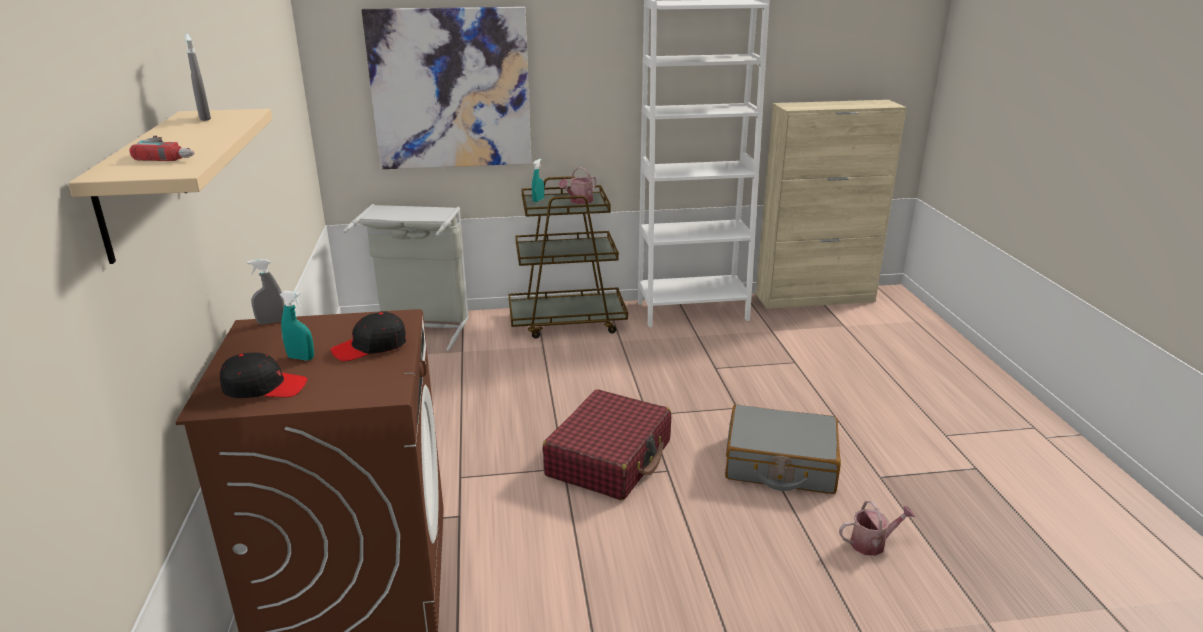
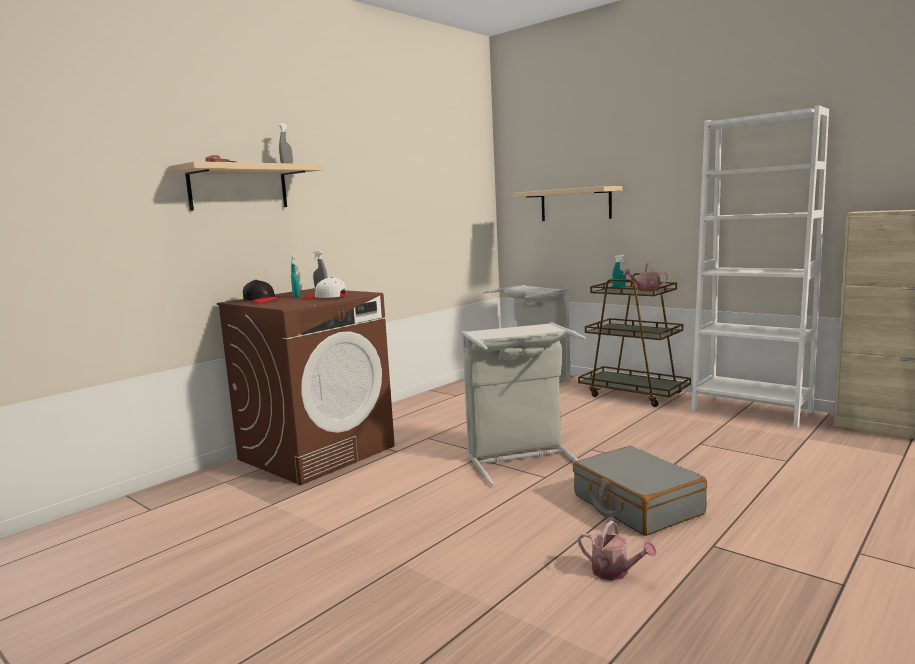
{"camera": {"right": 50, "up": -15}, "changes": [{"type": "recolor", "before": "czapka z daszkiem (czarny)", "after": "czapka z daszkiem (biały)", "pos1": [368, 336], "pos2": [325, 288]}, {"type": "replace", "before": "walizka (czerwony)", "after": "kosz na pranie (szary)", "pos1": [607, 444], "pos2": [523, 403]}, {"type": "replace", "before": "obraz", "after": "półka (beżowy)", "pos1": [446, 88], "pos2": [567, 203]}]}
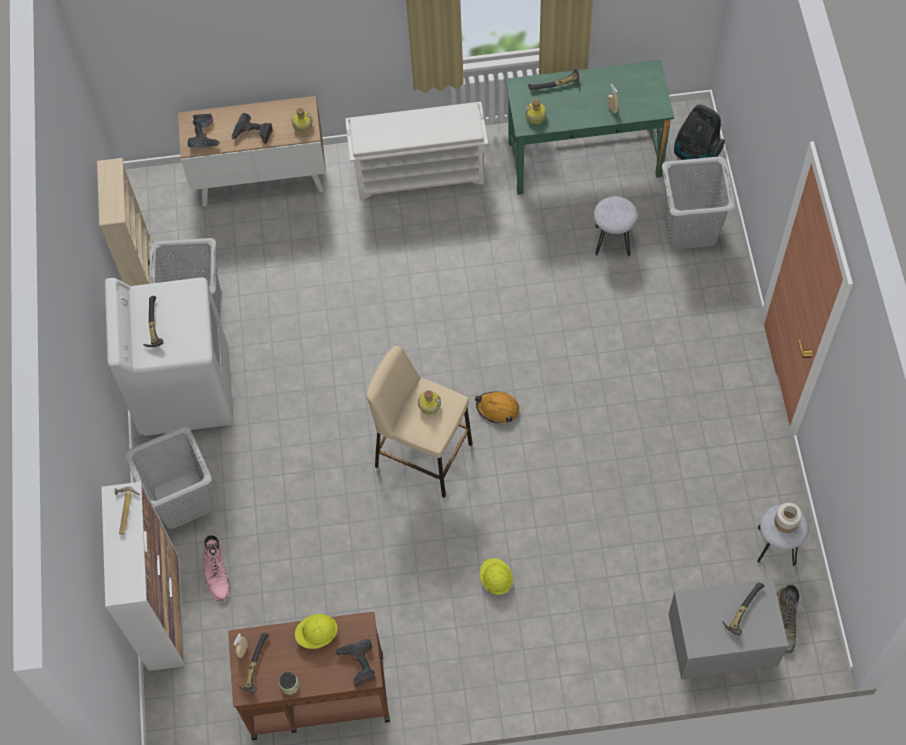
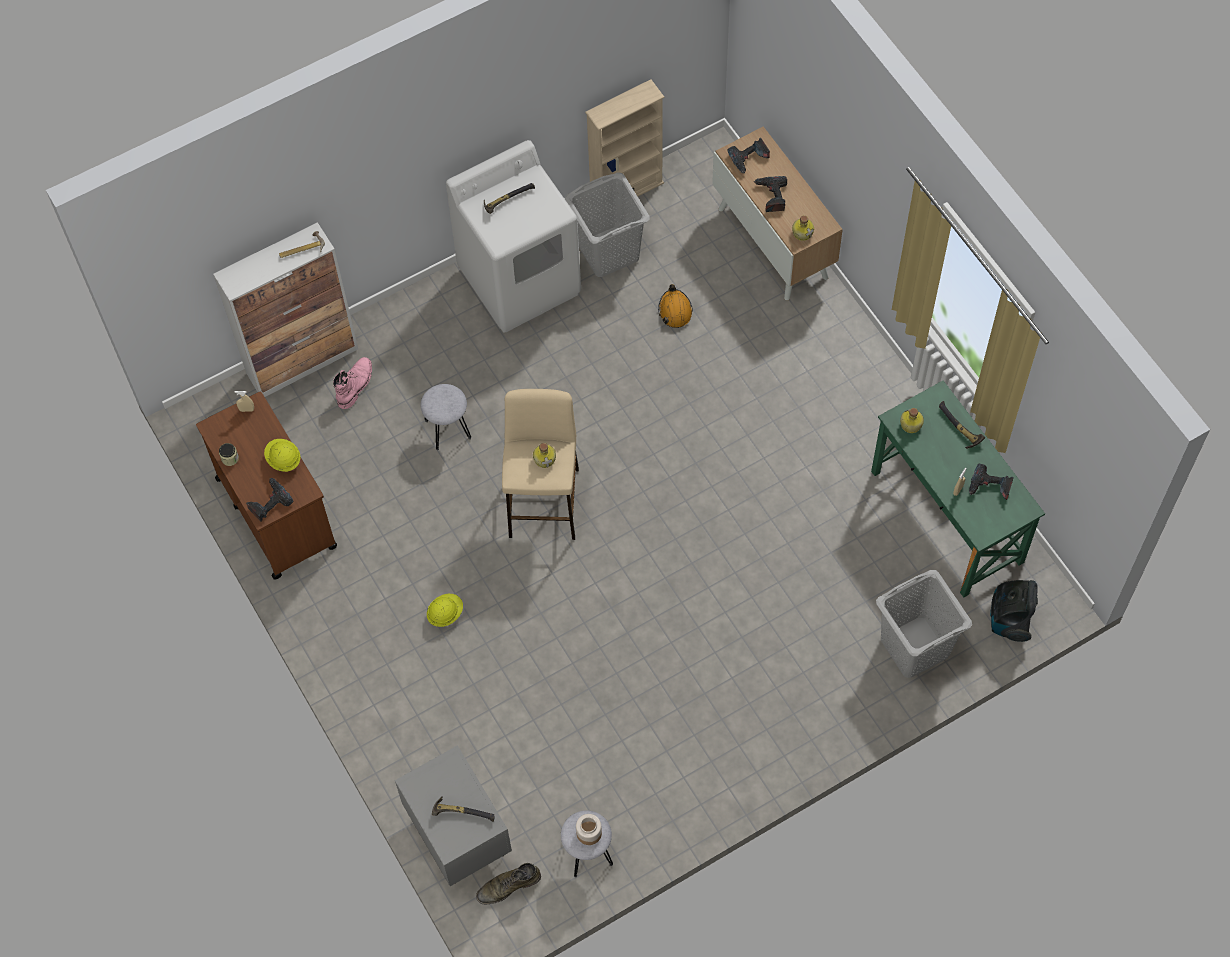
{"camera": {"right": 65, "up": 0}, "changes": [{"type": "rotate", "before": "but z cholewką (różowy)", "pos1": [216, 568], "pos2": [352, 383], "turn": 150}, {"type": "move", "before": "stołek (szary)", "pos1": [616, 226], "pos2": [446, 417]}, {"type": "move", "before": "kask (pomarańczowy)", "pos1": [497, 408], "pos2": [675, 306]}, {"type": "insert", "after": "wiertarka", "pos2": [991, 481]}, {"type": "delete", "before": "kosz na pranie (szary)", "pos1": [169, 477]}, {"type": "delete", "before": "młotek", "pos1": [252, 663]}, {"type": "delete", "before": "regał na buty (biały)", "pos1": [417, 151]}]}
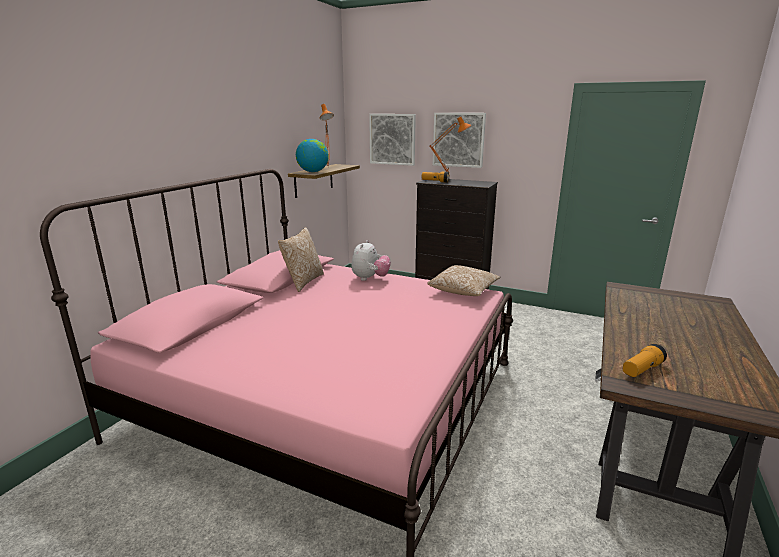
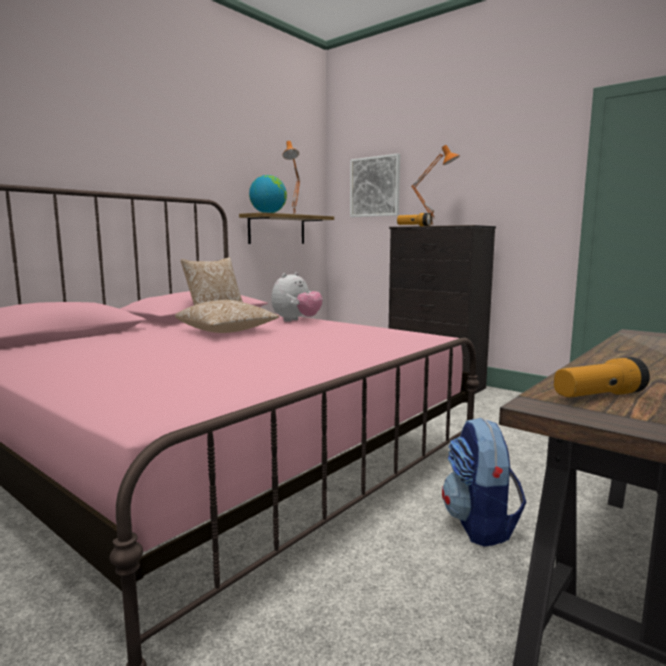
{"camera": {"right": 15, "up": -10}, "changes": [{"type": "move", "before": "poduszka", "pos1": [464, 280], "pos2": [227, 316]}, {"type": "insert", "after": "plecak", "pos2": [484, 482]}, {"type": "delete", "before": "obraz", "pos1": [459, 140]}]}
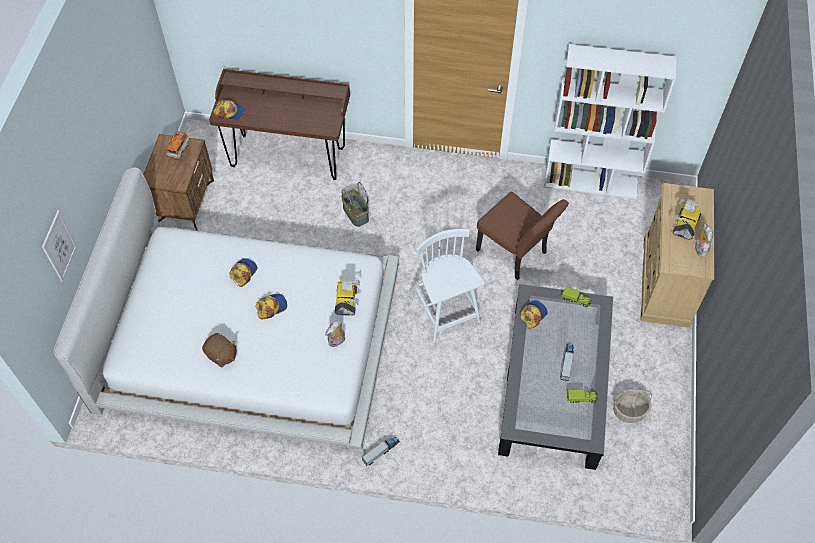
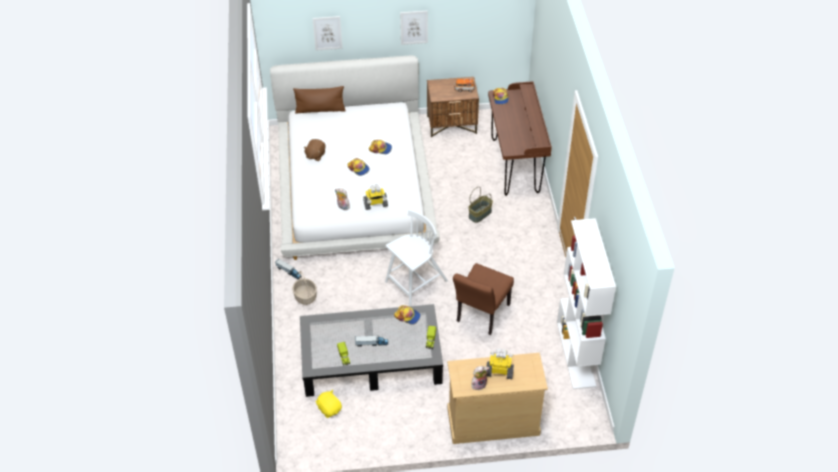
{"camera": {"right": 75, "up": -10}, "changes": [{"type": "move", "before": "koszyk", "pos1": [632, 406], "pos2": [304, 288]}, {"type": "insert", "after": "poduszka (brązowy)", "pos2": [319, 99]}, {"type": "insert", "after": "pluszak (żółty)", "pos2": [328, 404]}, {"type": "insert", "after": "obraz", "pos2": [414, 28]}]}
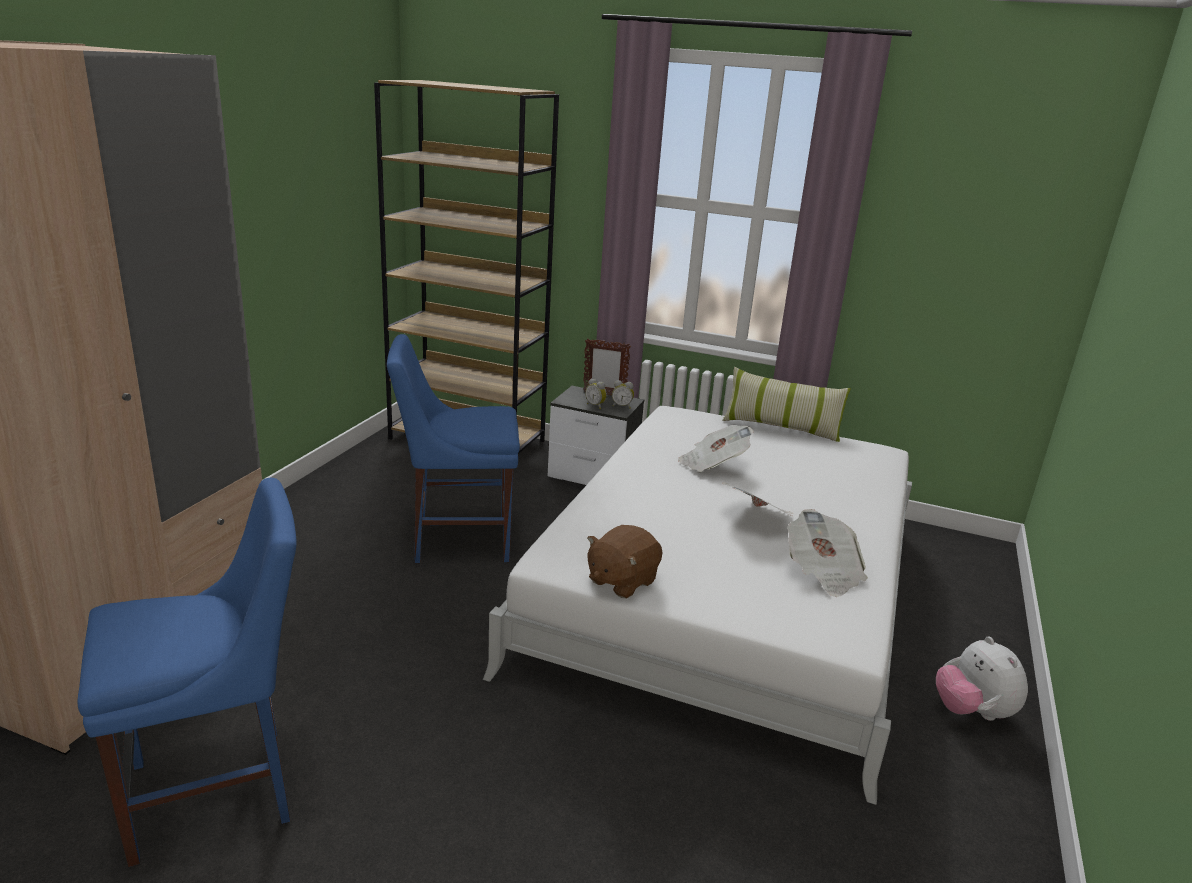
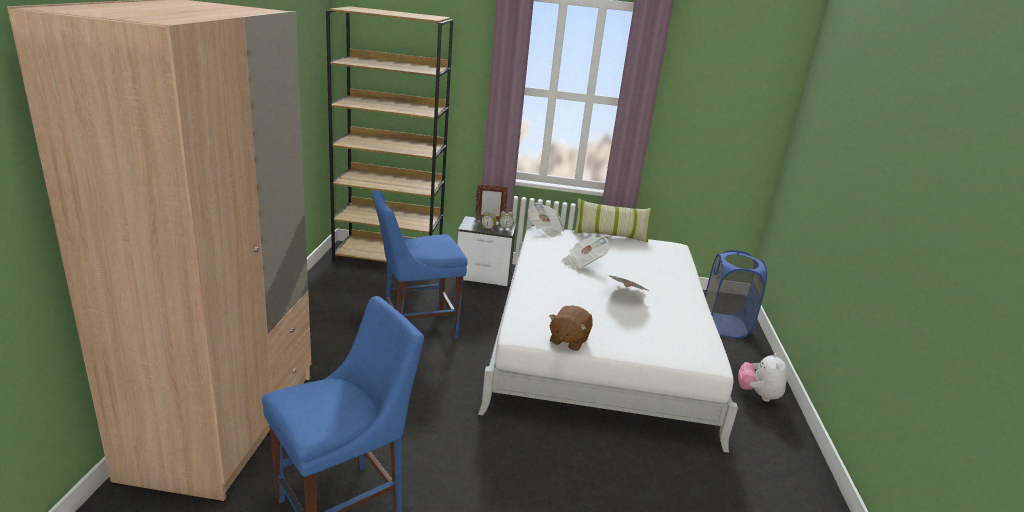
{"camera": {"right": -15, "up": 0}, "changes": [{"type": "move", "before": "gazeta", "pos1": [827, 553], "pos2": [546, 220]}, {"type": "insert", "after": "kosz na pranie (niebieski)", "pos2": [736, 294]}, {"type": "rotate", "before": "pluszak", "pos1": [982, 678], "pos2": [762, 377], "turn": 45}]}
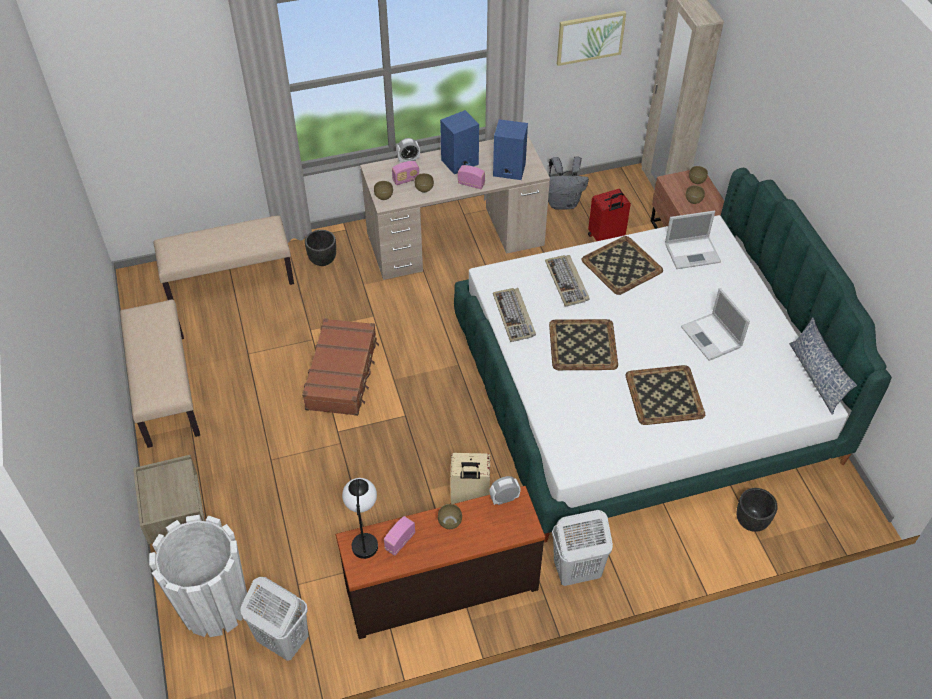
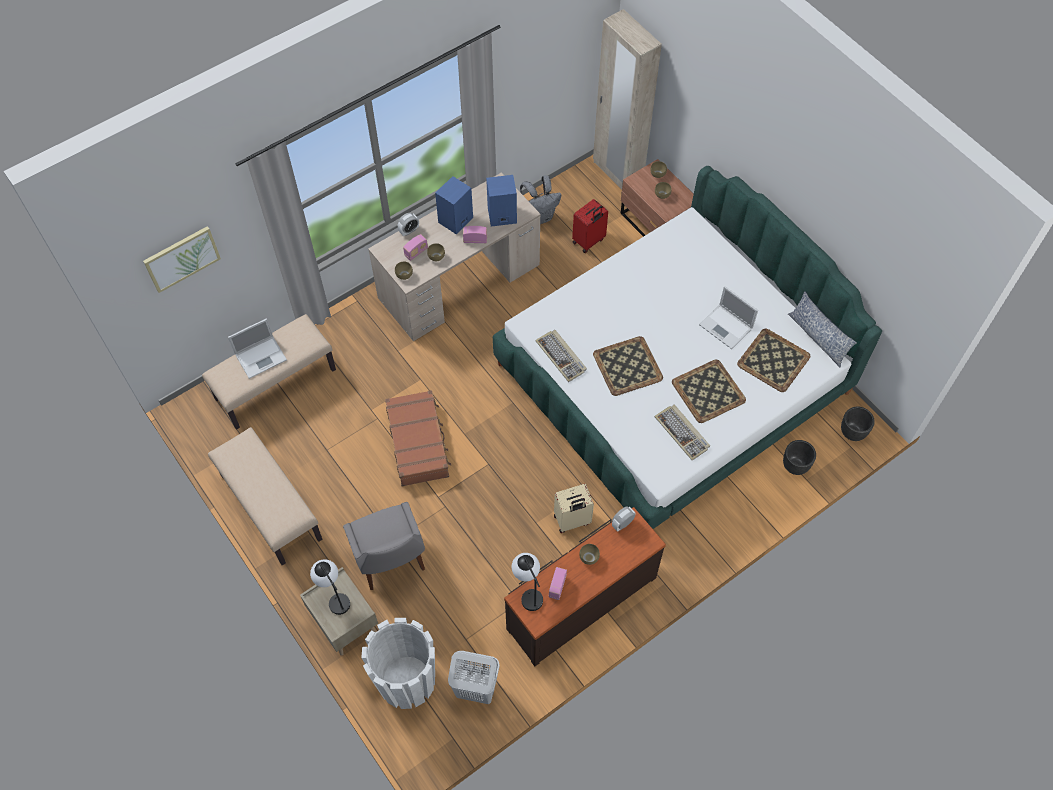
{"camera": {"right": -20, "up": 10}, "changes": [{"type": "move", "before": "obraz", "pos1": [591, 38], "pos2": [182, 259]}, {"type": "move", "before": "laptop", "pos1": [693, 240], "pos2": [257, 348]}, {"type": "insert", "after": "lampa stołowa", "pos2": [330, 587]}, {"type": "insert", "after": "krzesło (szary)", "pos2": [384, 546]}, {"type": "move", "before": "klawiatura", "pos1": [567, 281], "pos2": [682, 432]}, {"type": "move", "before": "taca", "pos1": [622, 265], "pos2": [773, 360]}, {"type": "move", "before": "donica (czarny)", "pos1": [320, 248], "pos2": [858, 424]}, {"type": "delete", "before": "kosz na pranie (biały)", "pos1": [582, 548]}]}
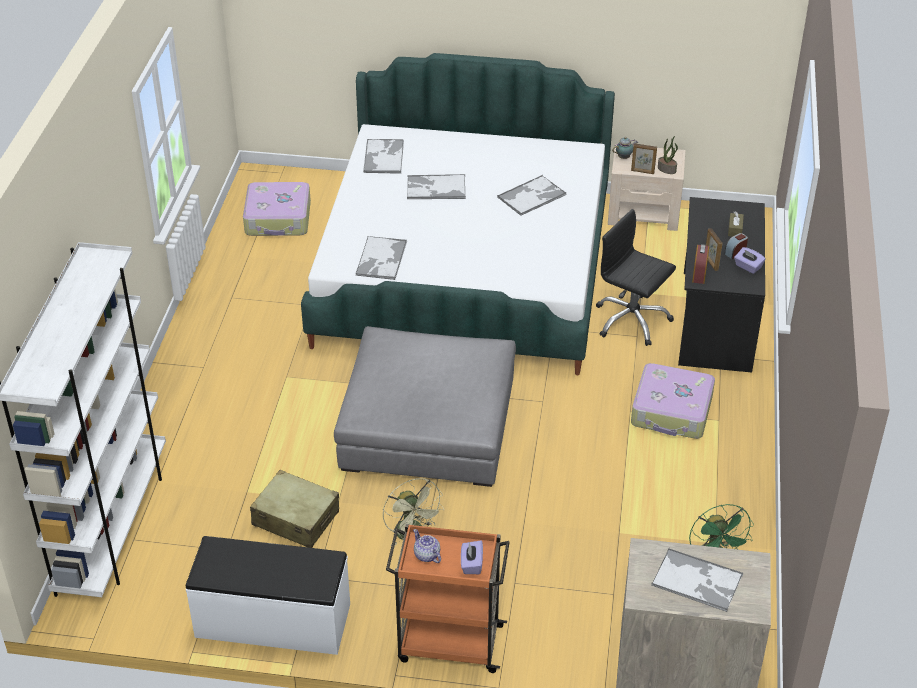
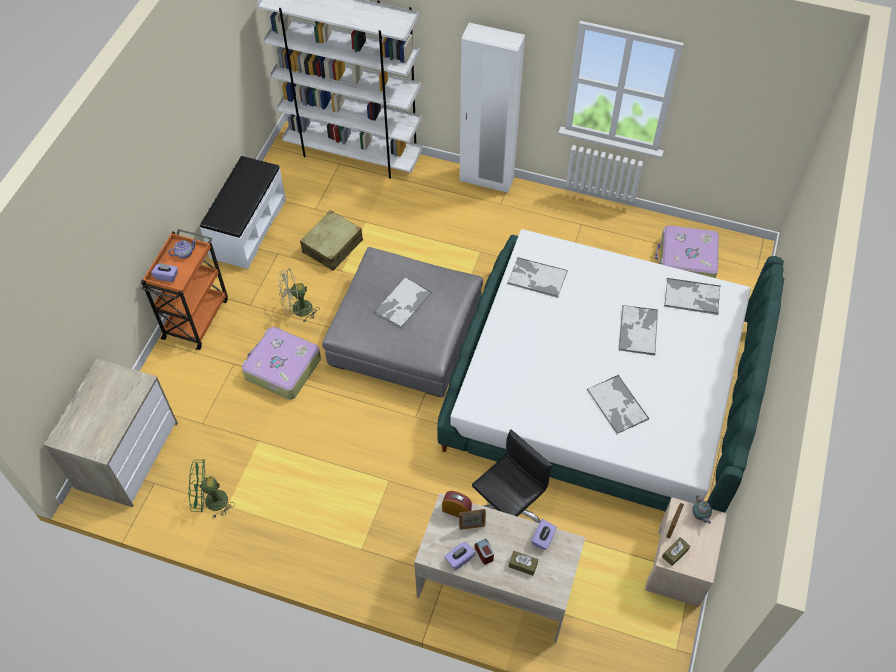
{"camera": {"right": 100, "up": 15}, "changes": [{"type": "move", "before": "walizka", "pos1": [673, 401], "pos2": [281, 363]}, {"type": "move", "before": "taca", "pos1": [697, 580], "pos2": [403, 303]}, {"type": "recolor", "before": "biurko (czarny)", "after": "biurko (beżowy)", "pos1": [721, 285], "pos2": [500, 568]}, {"type": "insert", "after": "szafa (biały)", "pos2": [492, 108]}, {"type": "insert", "after": "pudełko chusteczek (fioletowy)", "pos2": [544, 534]}, {"type": "replace", "before": "roślina doniczkowa", "after": "pudełko chusteczek (brązowy)", "pos1": [668, 155], "pos2": [676, 551]}]}
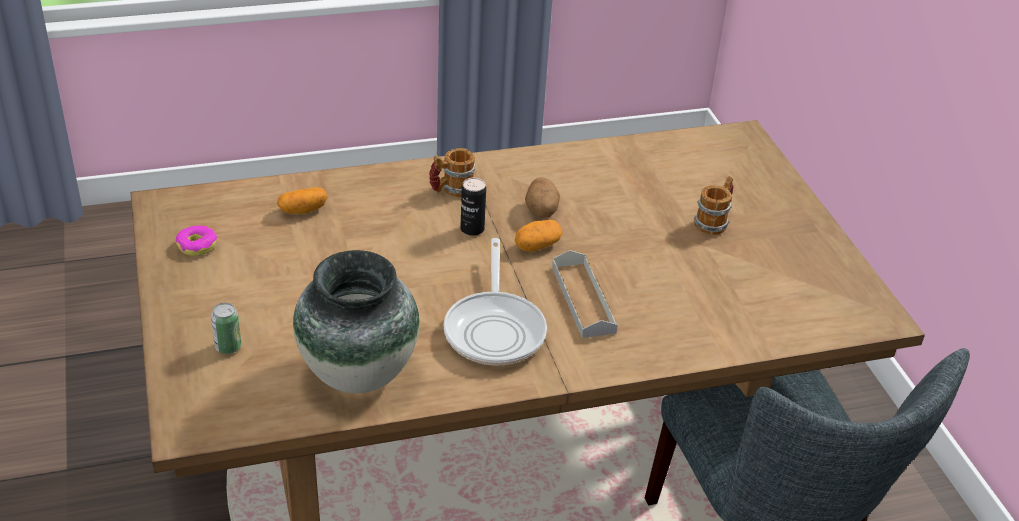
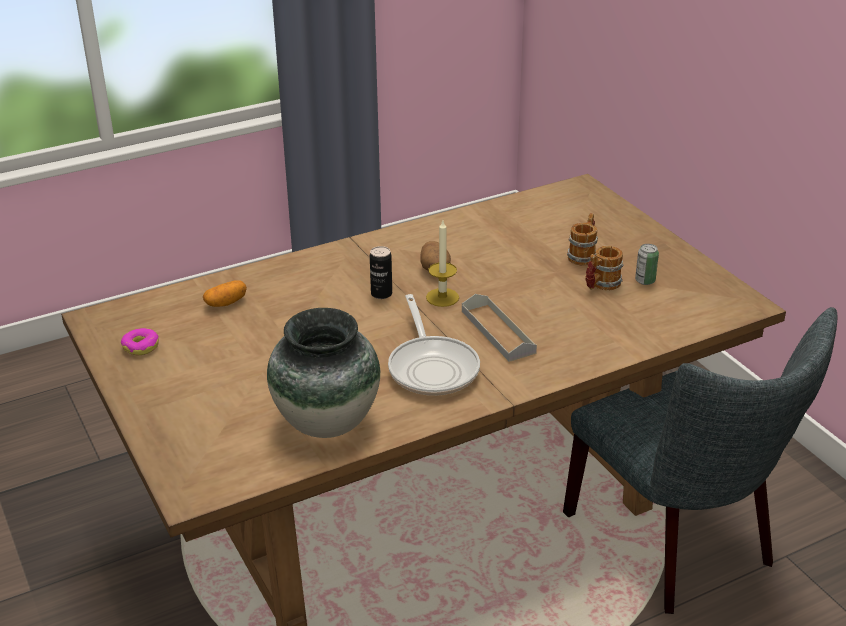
{"camera": {"right": -10, "up": -5}, "changes": [{"type": "replace", "before": "ziemniak", "after": "świeca", "pos1": [538, 236], "pos2": [442, 263]}, {"type": "move", "before": "kubek", "pos1": [452, 172], "pos2": [604, 268]}, {"type": "move", "before": "puszka", "pos1": [226, 328], "pos2": [647, 264]}]}
